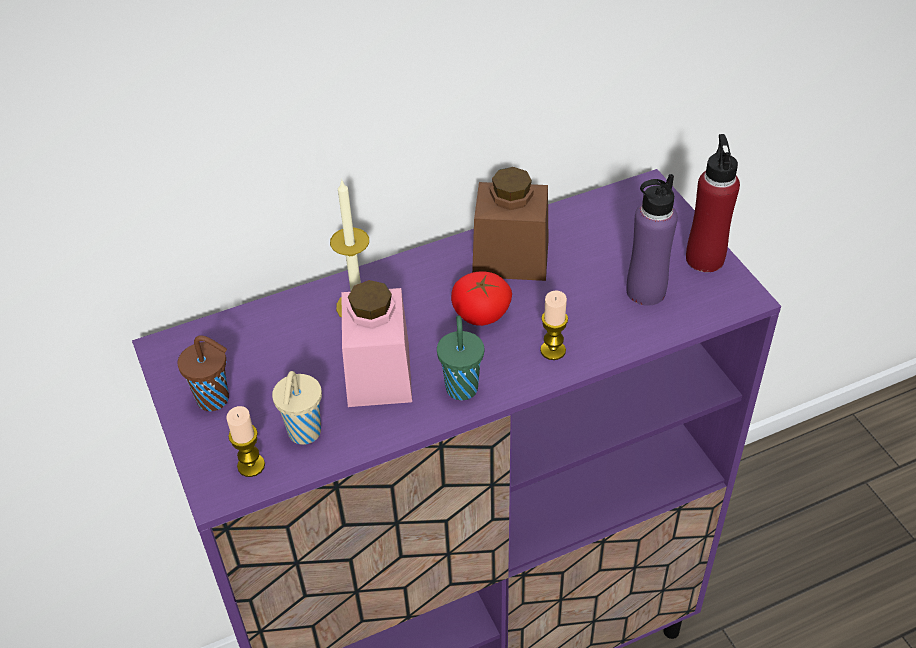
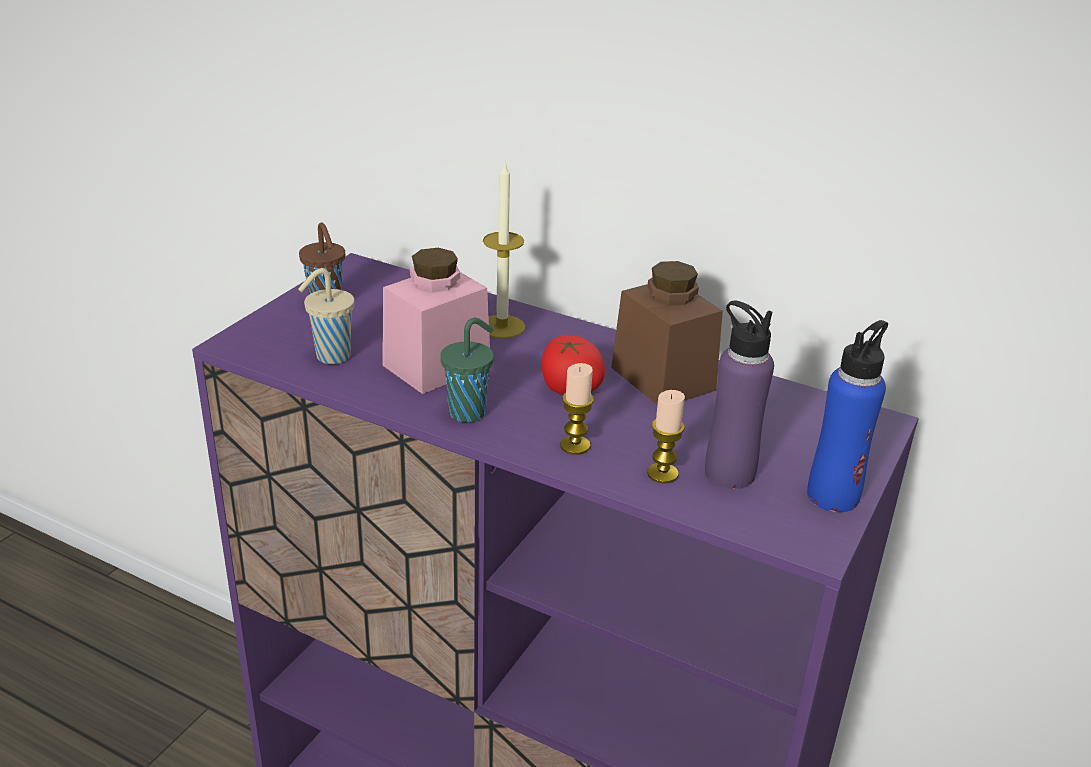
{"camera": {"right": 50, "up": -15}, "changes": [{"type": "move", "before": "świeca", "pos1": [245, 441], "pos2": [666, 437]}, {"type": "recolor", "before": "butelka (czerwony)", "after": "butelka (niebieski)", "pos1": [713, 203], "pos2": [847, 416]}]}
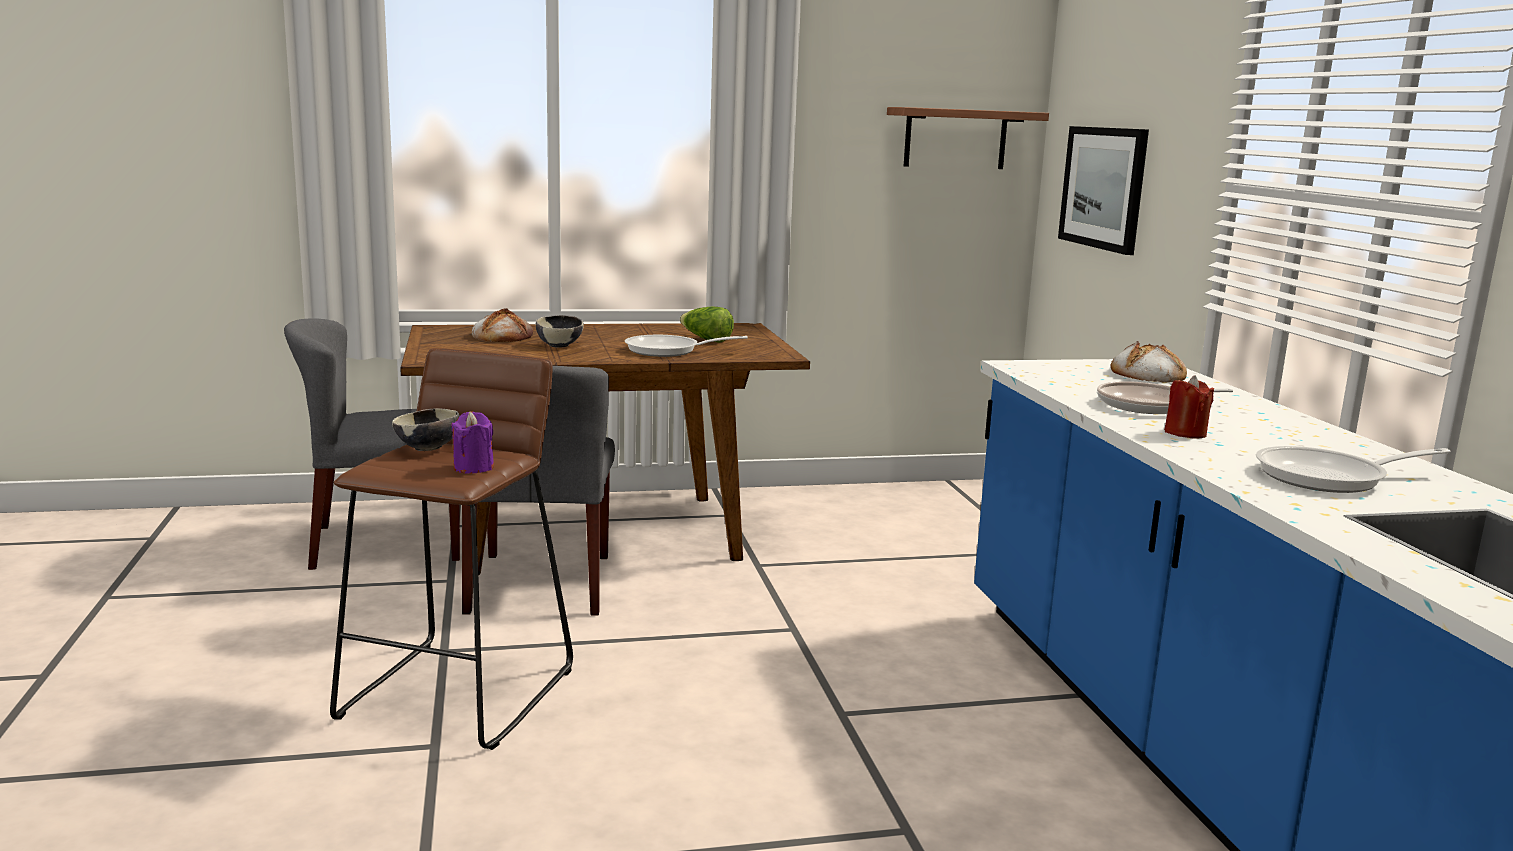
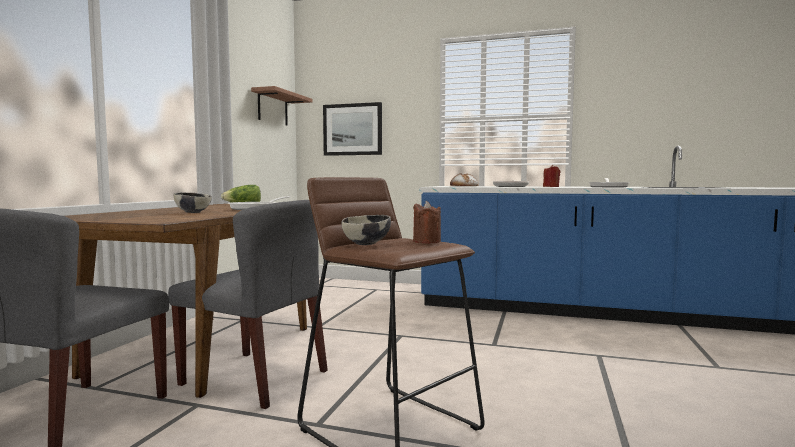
{"camera": {"right": -60, "up": -10}, "changes": [{"type": "recolor", "before": "świeca (fioletowy)", "after": "świeca (brązowy)", "pos1": [472, 442], "pos2": [427, 222]}, {"type": "delete", "before": "chleb", "pos1": [502, 325]}]}
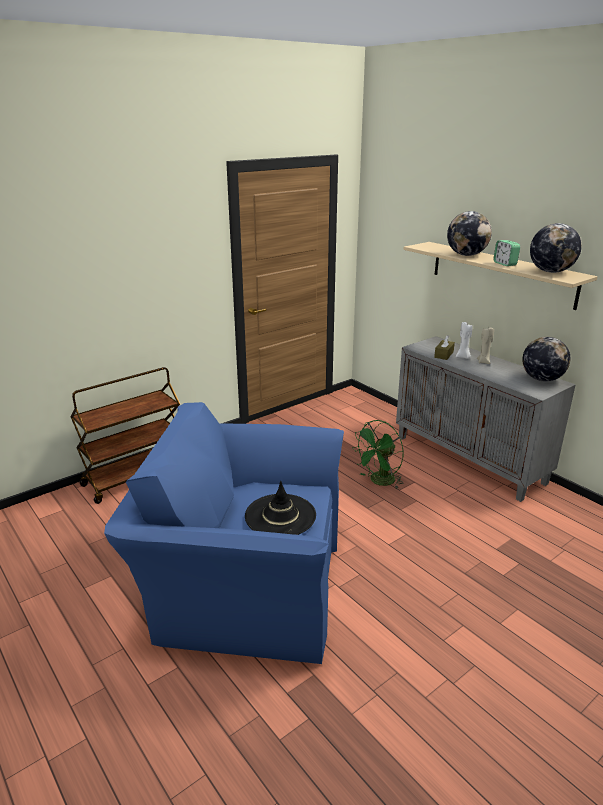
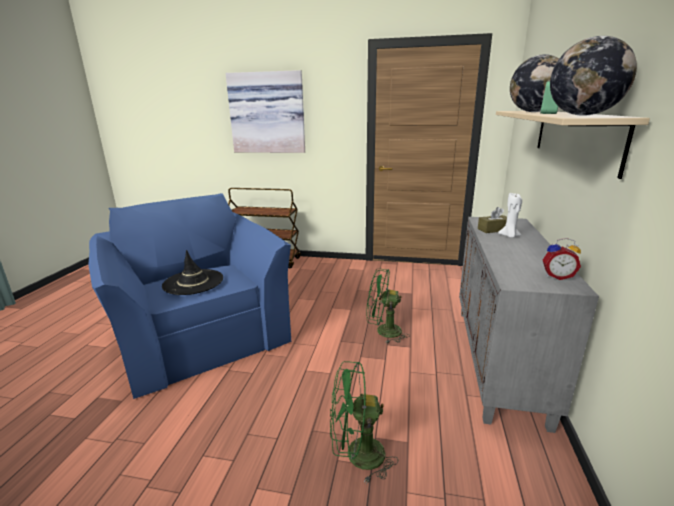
{"camera": {"right": 50, "up": -5}, "changes": [{"type": "insert", "after": "obraz", "pos2": [265, 111]}, {"type": "insert", "after": "wentylator (zielony)", "pos2": [364, 422]}, {"type": "replace", "before": "globus", "after": "budzik", "pos1": [546, 359], "pos2": [562, 259]}, {"type": "delete", "before": "świeca (beżowy)", "pos1": [485, 345]}]}
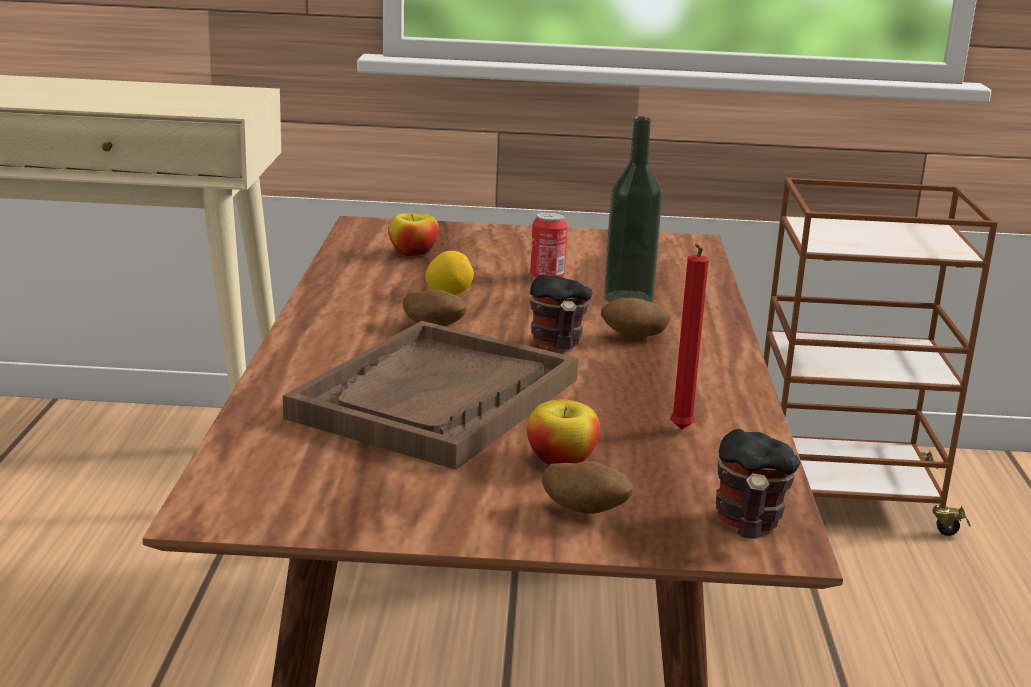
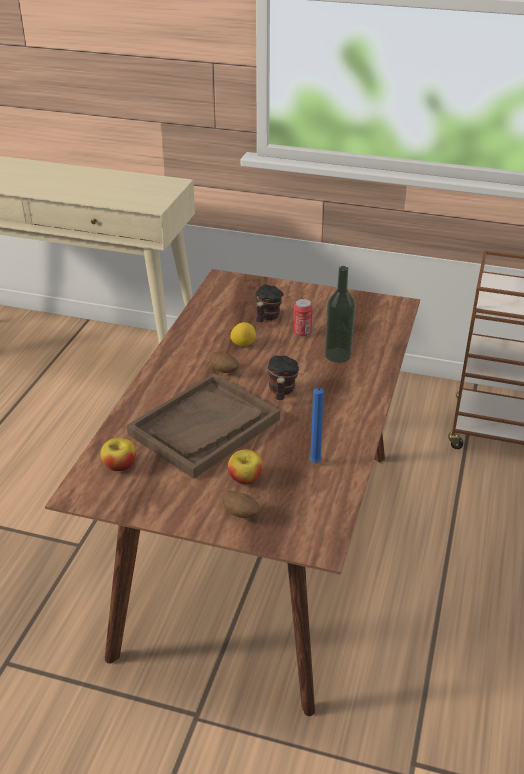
{"camera": {"right": 15, "up": 15}, "changes": [{"type": "move", "before": "jabłko", "pos1": [413, 235], "pos2": [118, 454]}, {"type": "move", "before": "kubek", "pos1": [758, 484], "pos2": [270, 303]}, {"type": "recolor", "before": "świeca (czerwony)", "after": "świeca (niebieski)", "pos1": [689, 336], "pos2": [316, 424]}, {"type": "delete", "before": "ziemniak", "pos1": [636, 318]}]}
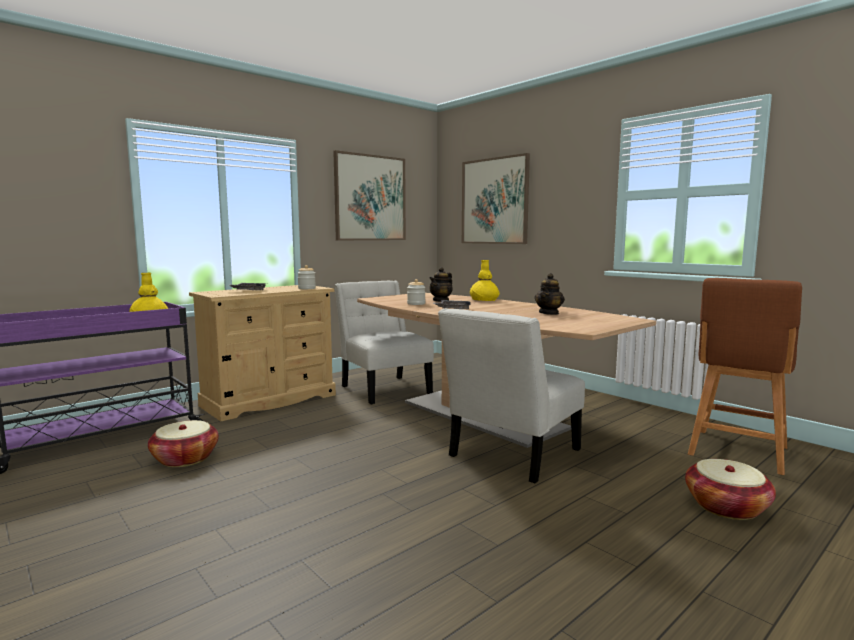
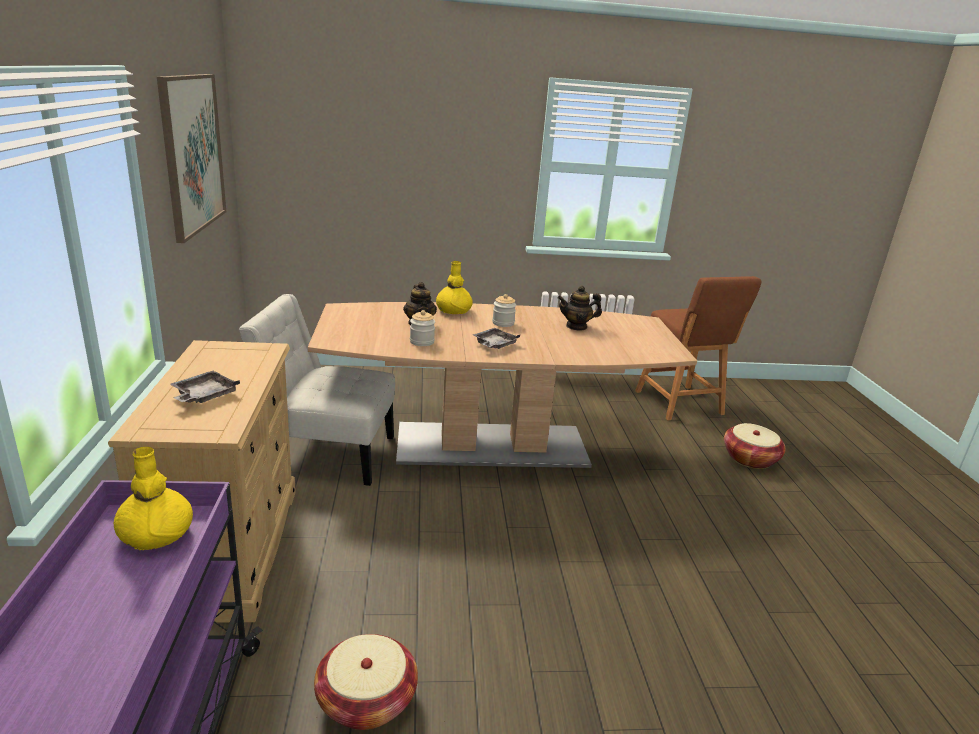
{"camera": {"right": -55, "up": 15}, "changes": [{"type": "move", "before": "słoik", "pos1": [307, 277], "pos2": [504, 310]}, {"type": "rotate", "before": "imbryk", "pos1": [550, 294], "pos2": [579, 308], "turn": 105}, {"type": "delete", "before": "krzesło (biały)", "pos1": [511, 395]}, {"type": "delete", "before": "obraz", "pos1": [496, 198]}]}
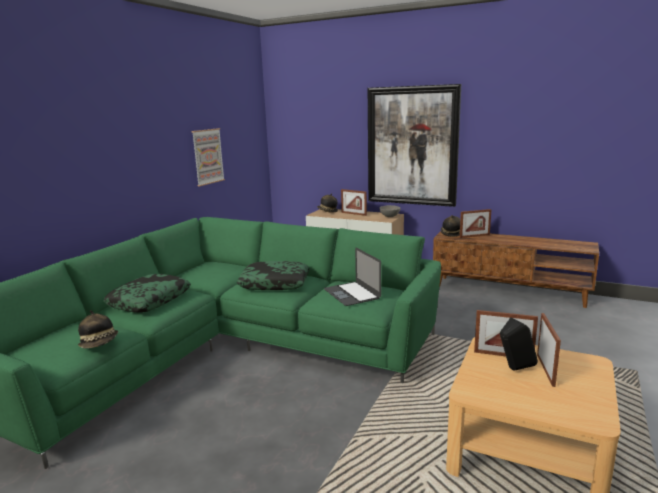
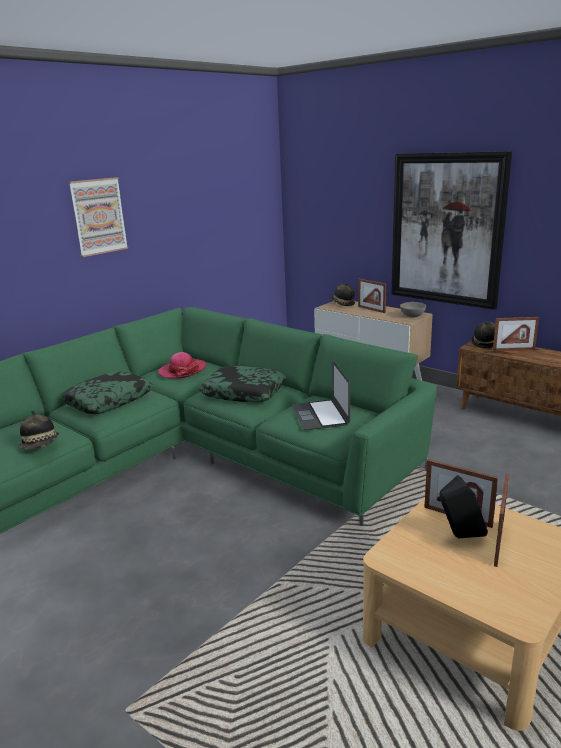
{"camera": {"right": 15, "up": 5}, "changes": [{"type": "move", "before": "obraz", "pos1": [208, 157], "pos2": [98, 217]}, {"type": "insert", "after": "kapelusz", "pos2": [182, 365]}]}
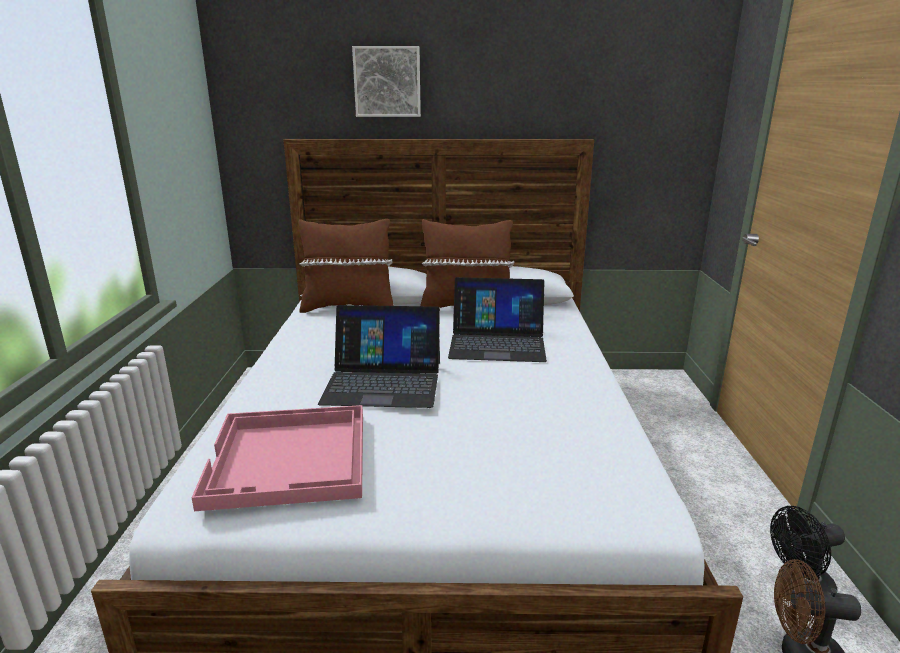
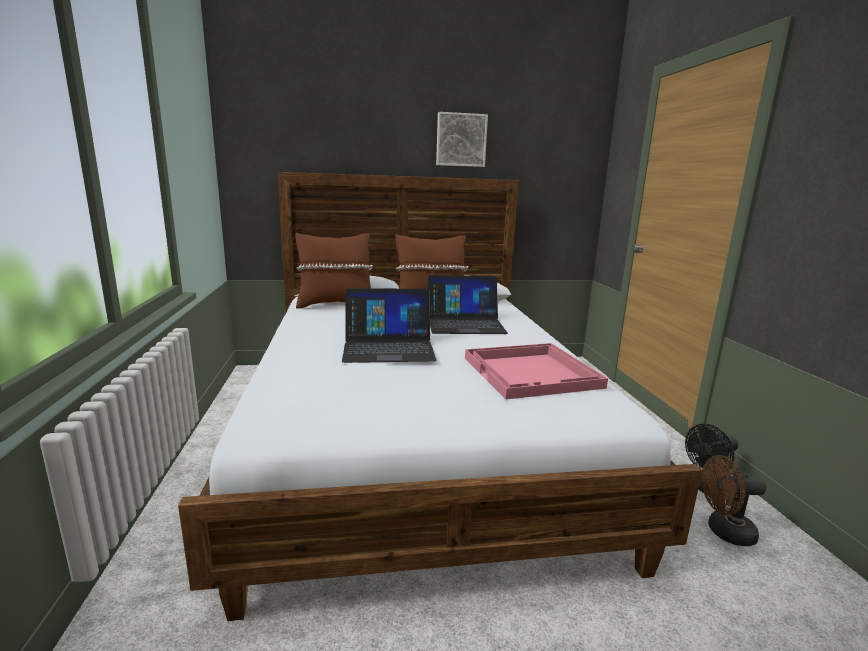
{"camera": {"right": -10, "up": -5}, "changes": [{"type": "move", "before": "obraz", "pos1": [386, 81], "pos2": [462, 139]}, {"type": "move", "before": "taca (różowy)", "pos1": [277, 458], "pos2": [536, 371]}]}
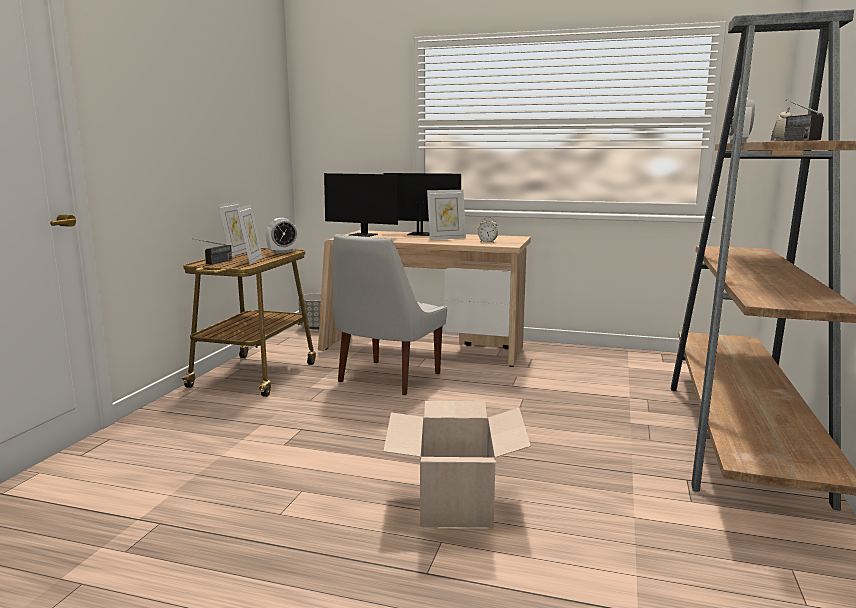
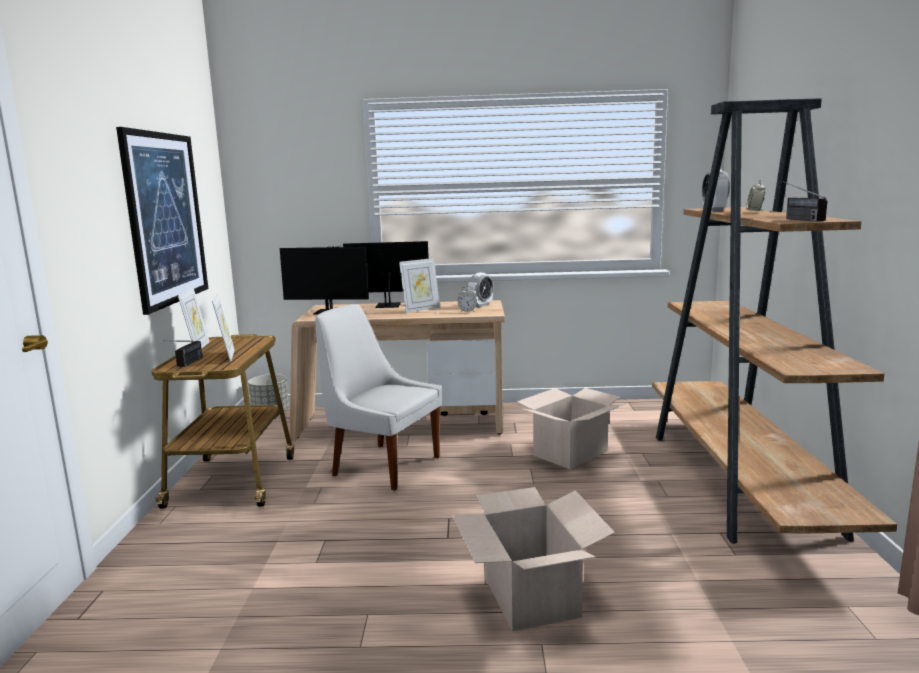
{"camera": {"right": -15, "up": 0}, "changes": [{"type": "insert", "after": "obraz", "pos2": [162, 221]}, {"type": "rotate", "before": "krzesło (biały)", "pos1": [390, 314], "pos2": [378, 397], "turn": 105}, {"type": "move", "before": "budzik", "pos1": [282, 235], "pos2": [480, 290]}, {"type": "insert", "after": "karton", "pos2": [572, 428]}]}
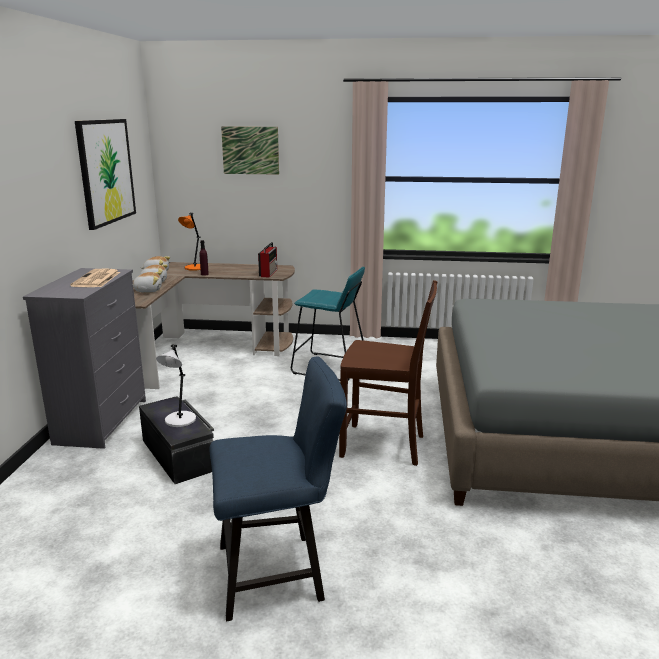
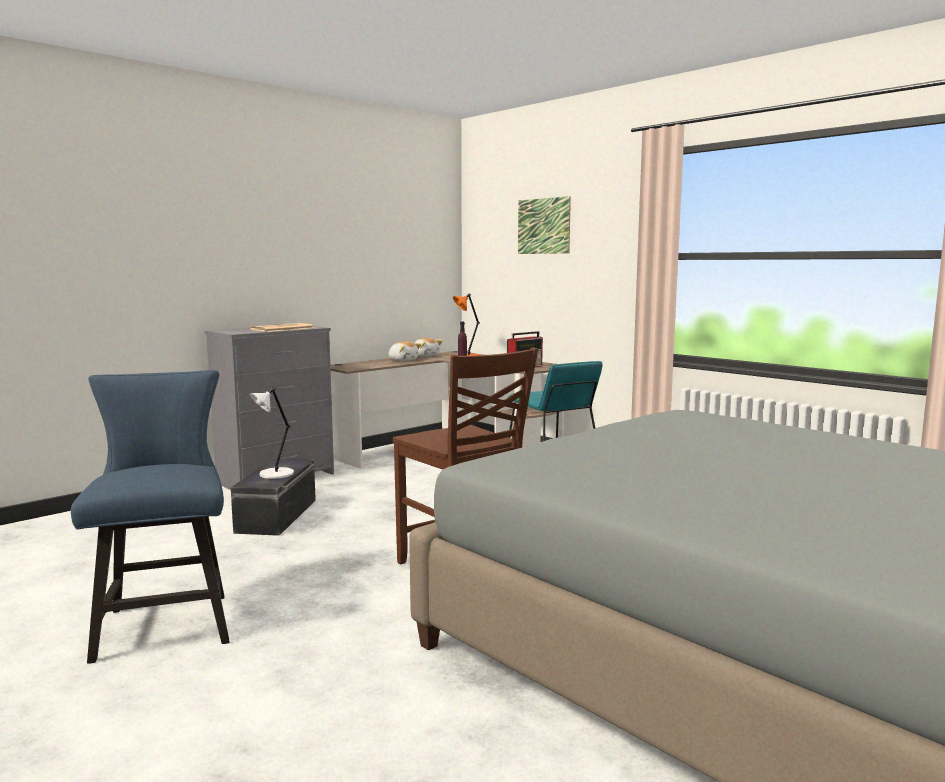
{"camera": {"right": 40, "up": -10}, "changes": [{"type": "rotate", "before": "krzesło (niebieski)", "pos1": [278, 488], "pos2": [150, 517], "turn": -135}, {"type": "delete", "before": "obraz", "pos1": [105, 174]}, {"type": "delete", "before": "pluszak", "pos1": [147, 282]}]}
